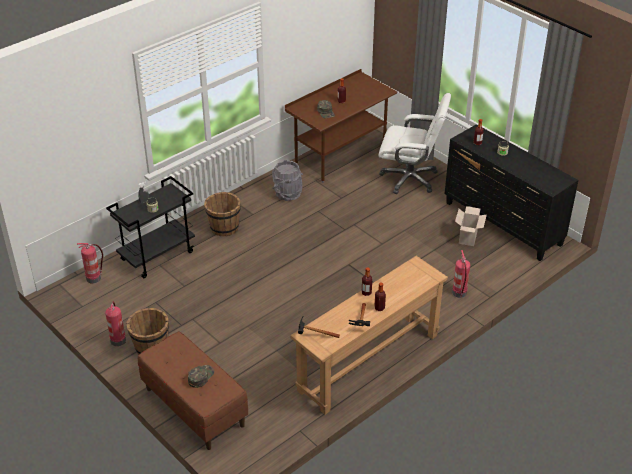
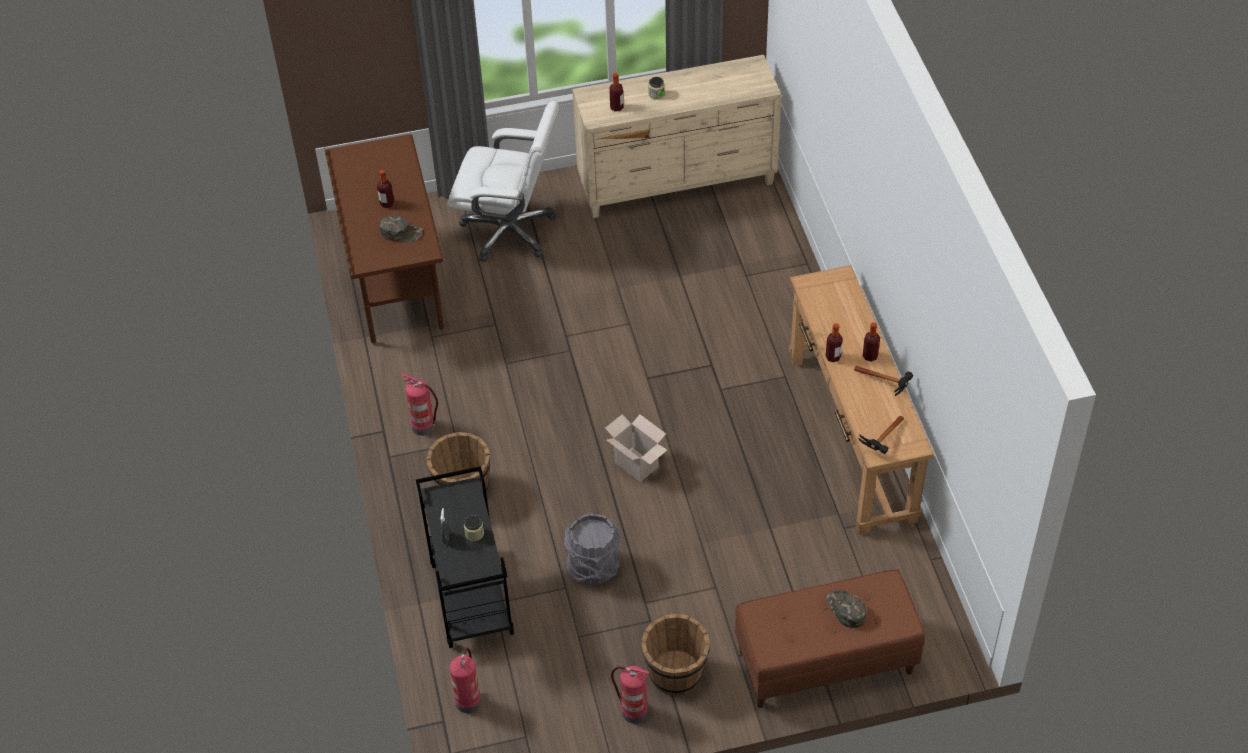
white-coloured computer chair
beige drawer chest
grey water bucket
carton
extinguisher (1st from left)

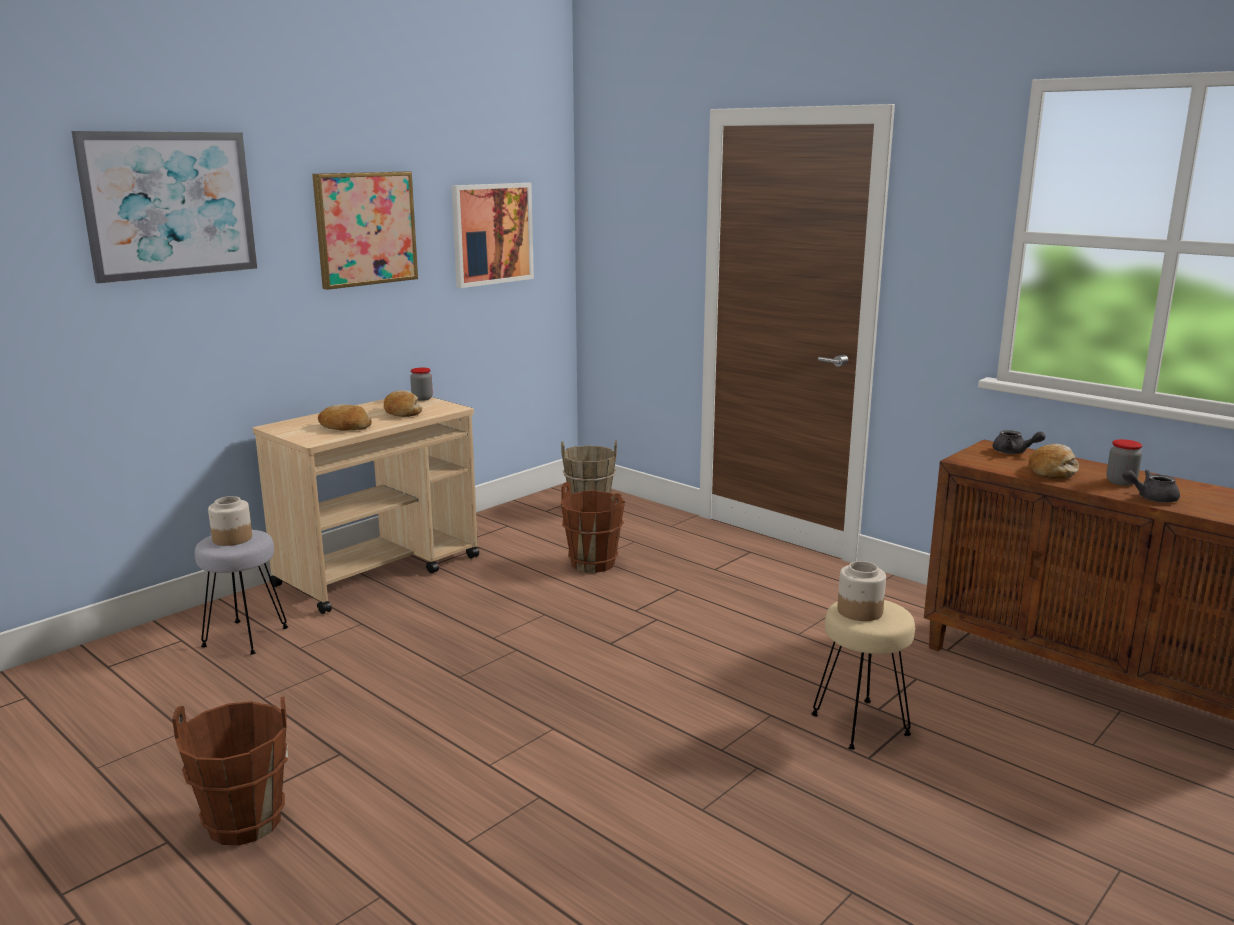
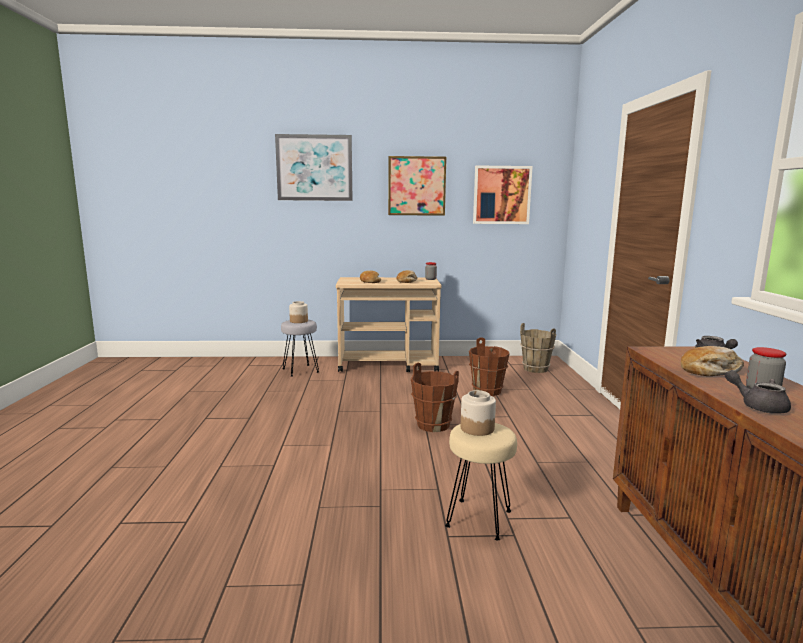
brownish water bucket (1st from left)

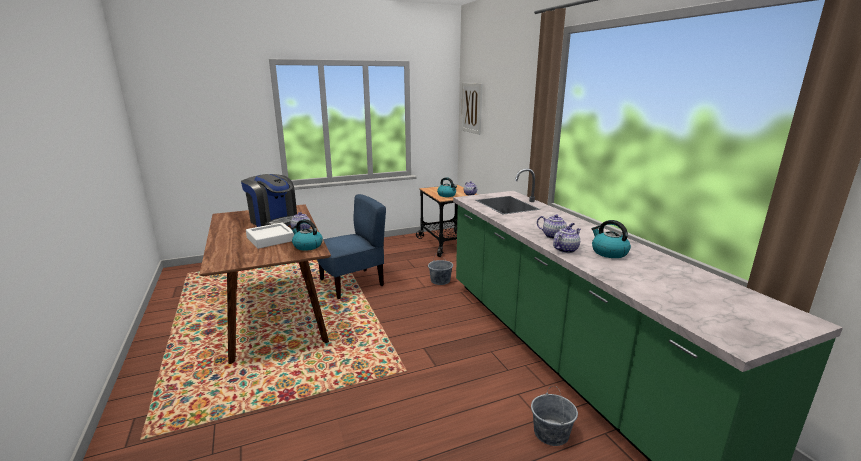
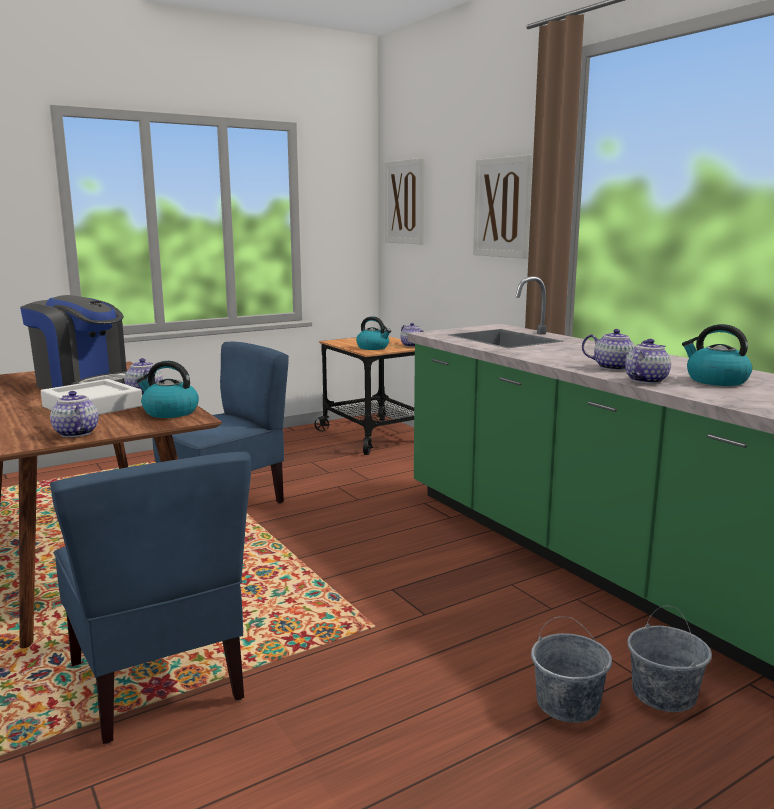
grey water bucket (1st from left)
wall art (2nd from left)
tea pot (1st from left)
blue-coloured chair (1st from left)

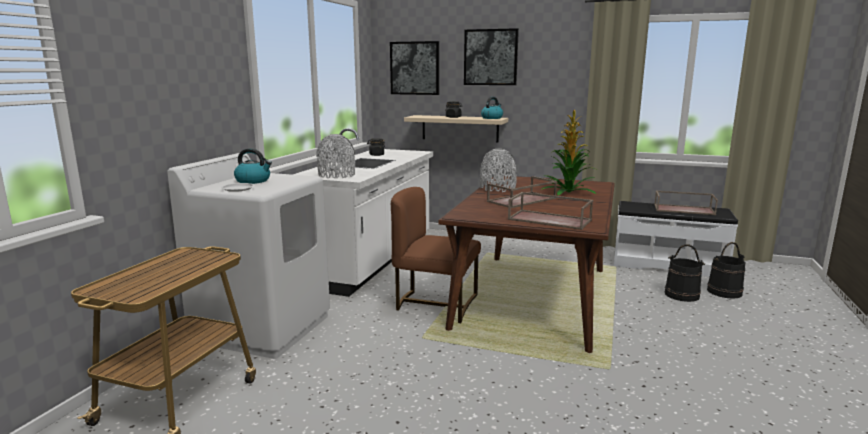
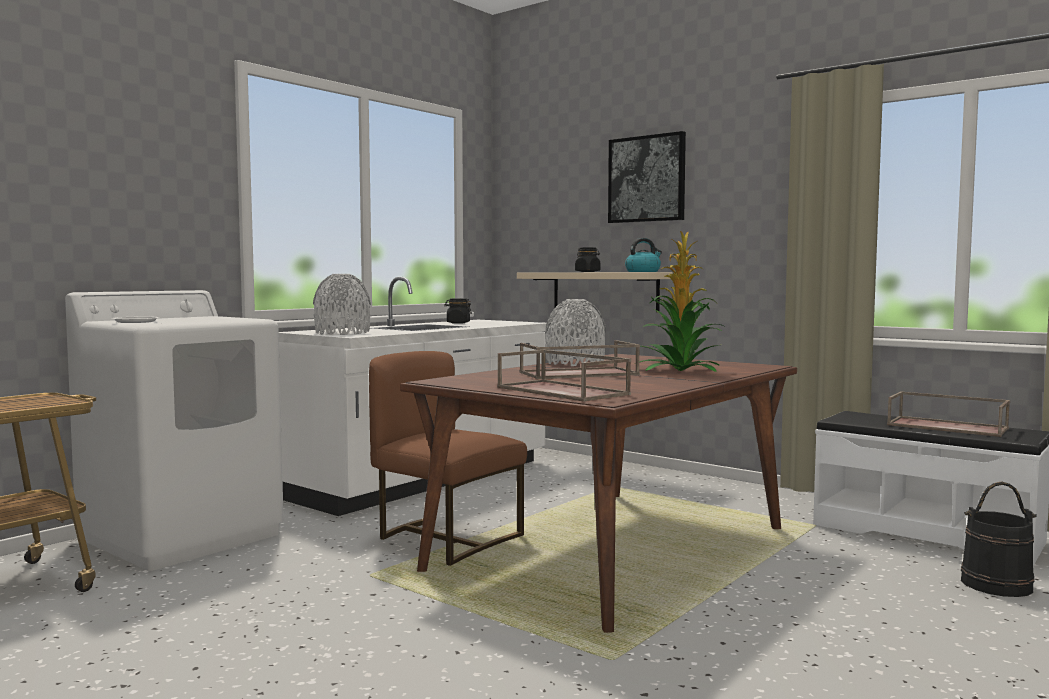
wall art (1st from left in the first image)
kettle (1st from left in the first image)
black-coloured water bucket (1st from left in the first image)

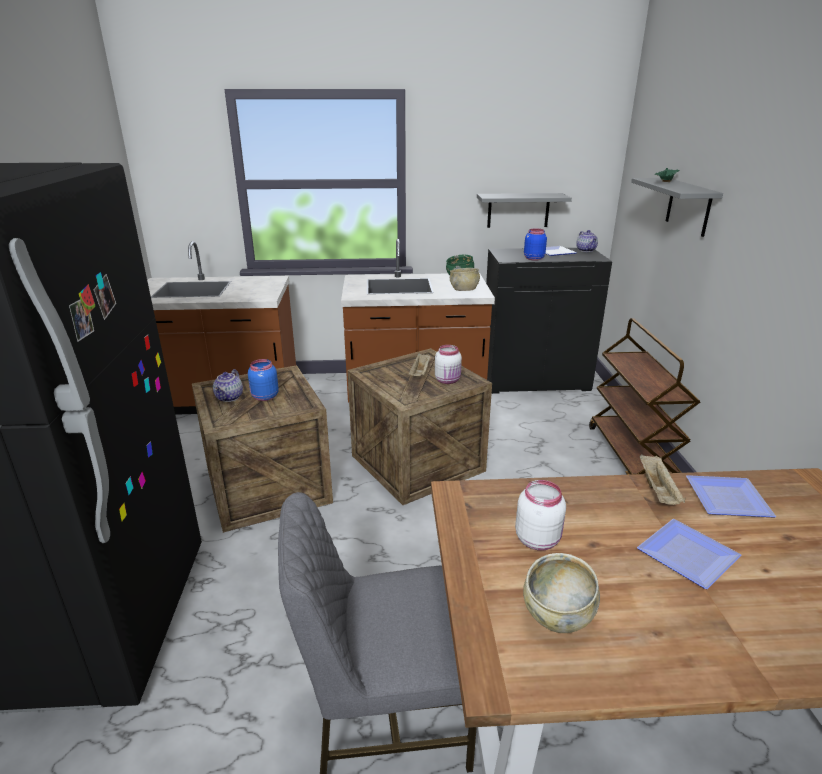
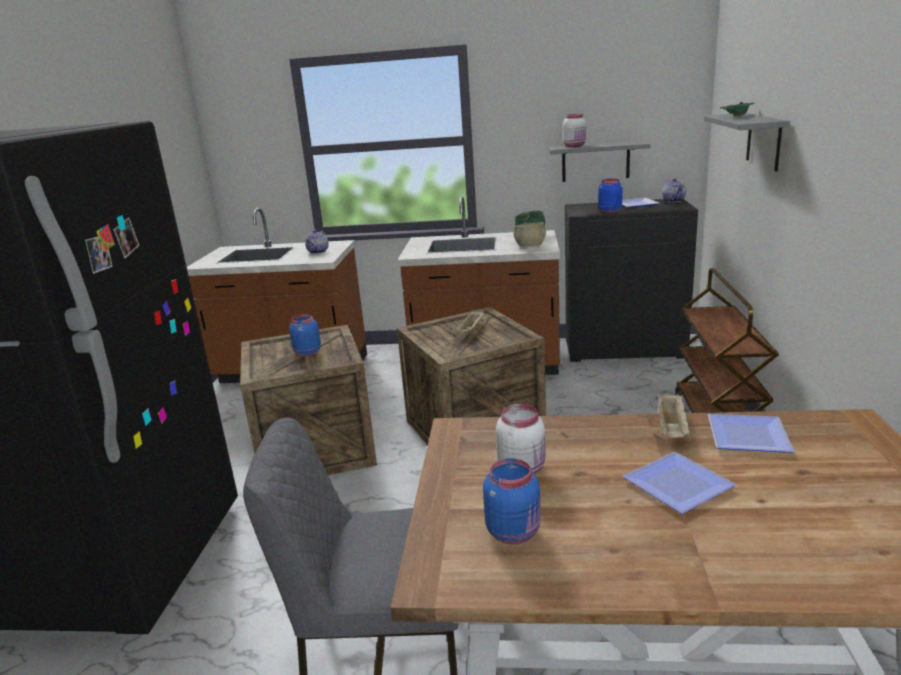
white-coloured jar (2nd from left)
tea pot (1st from left)
blue-coloured jar (2nd from left)

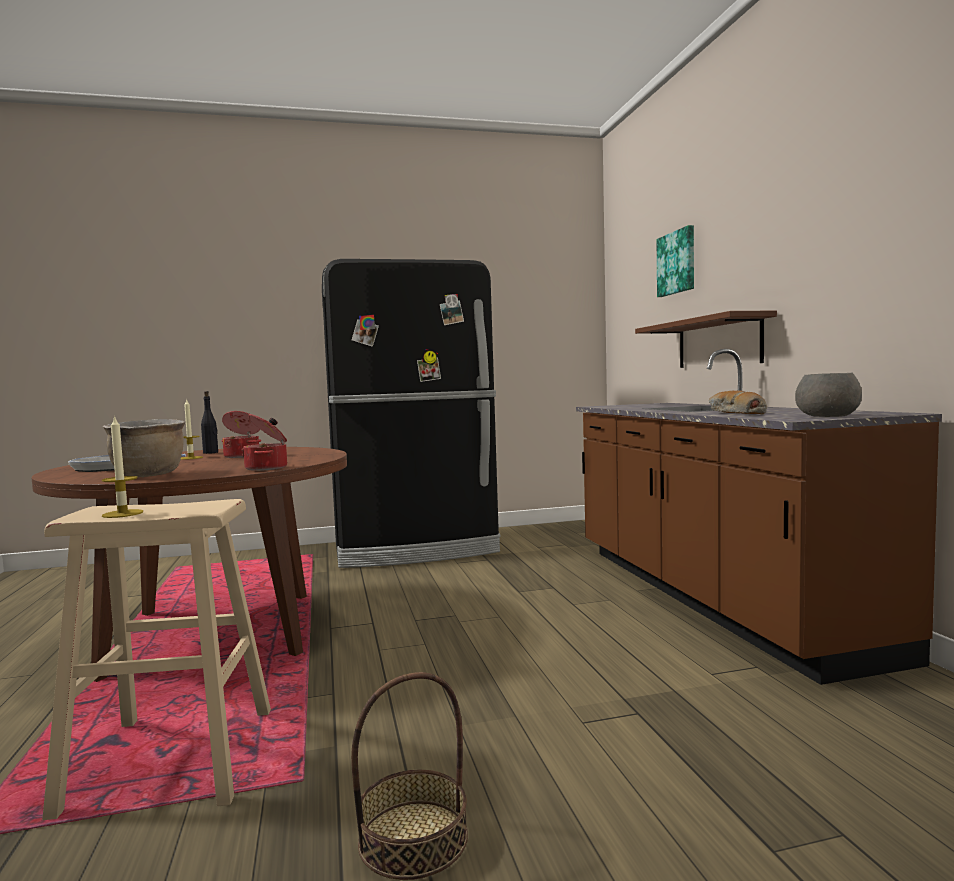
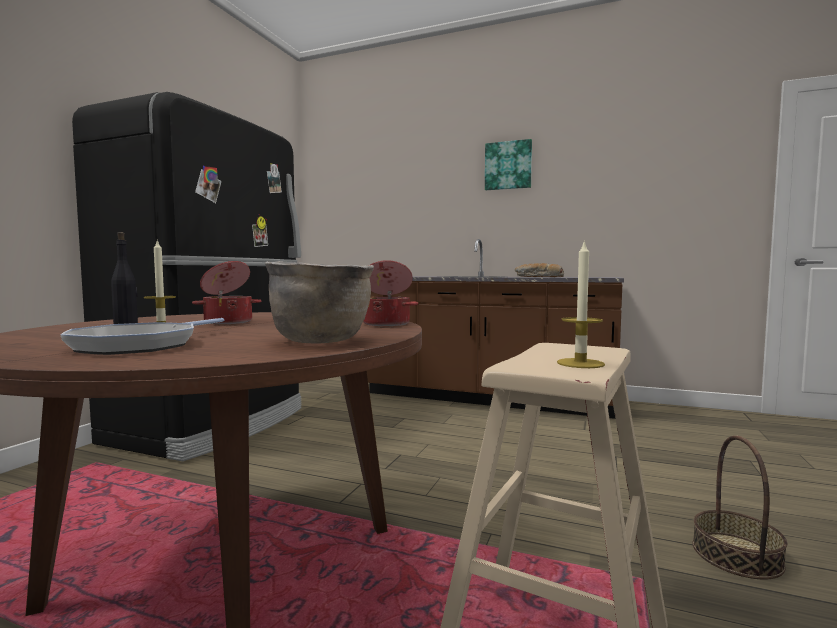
wall art
brownish shelf
grey bowl

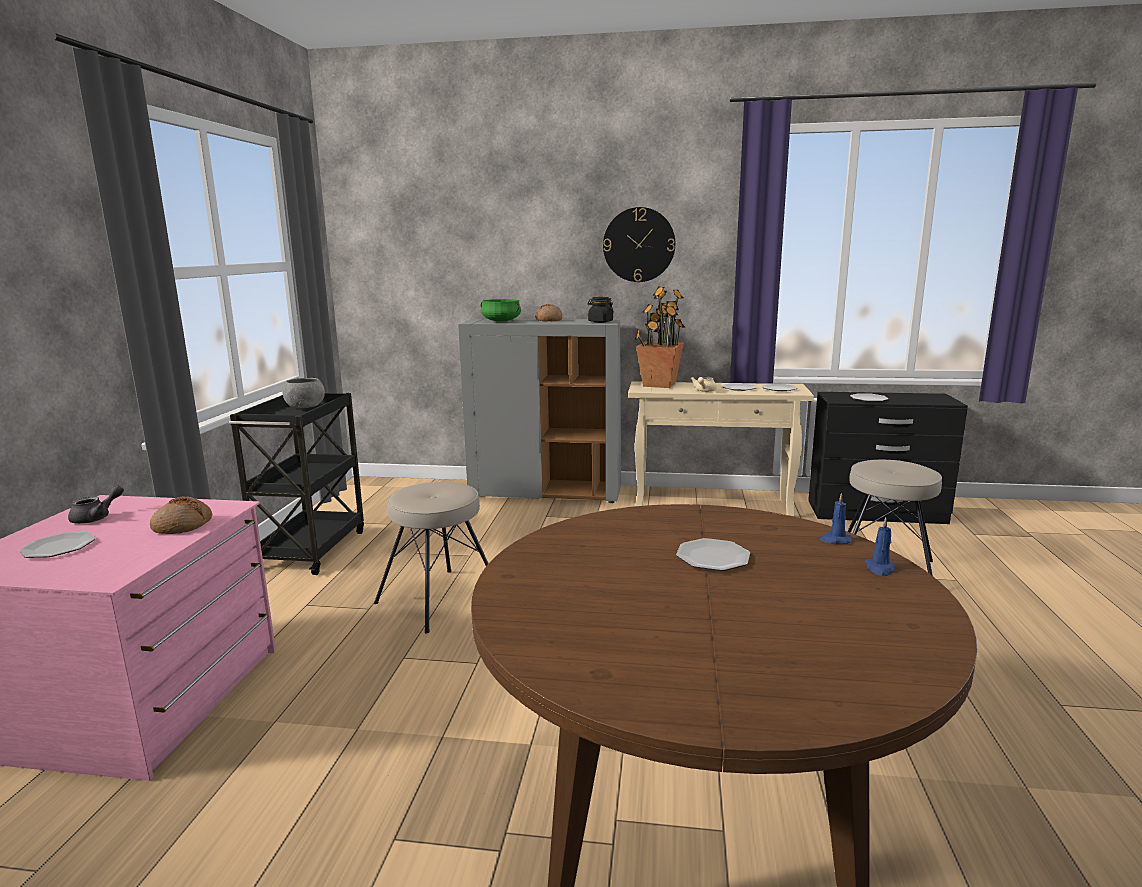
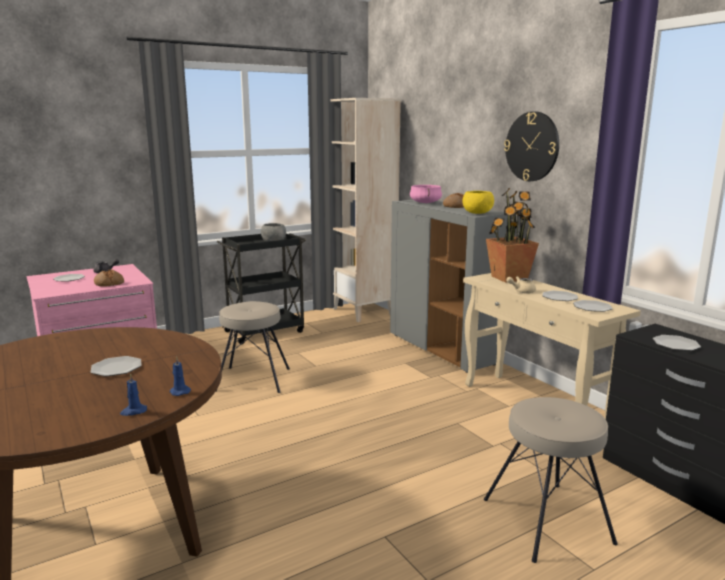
yellow-coloured bowl
pink-coloured stockpot
beige bookshelf

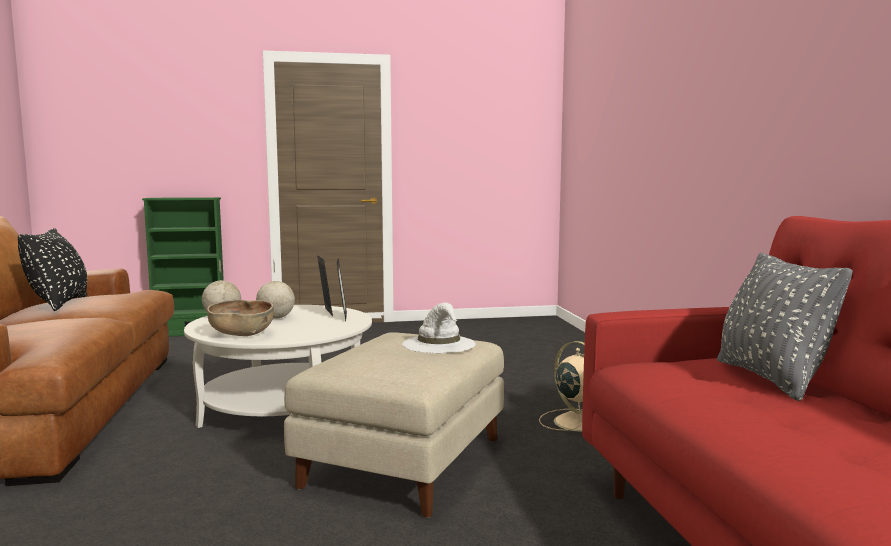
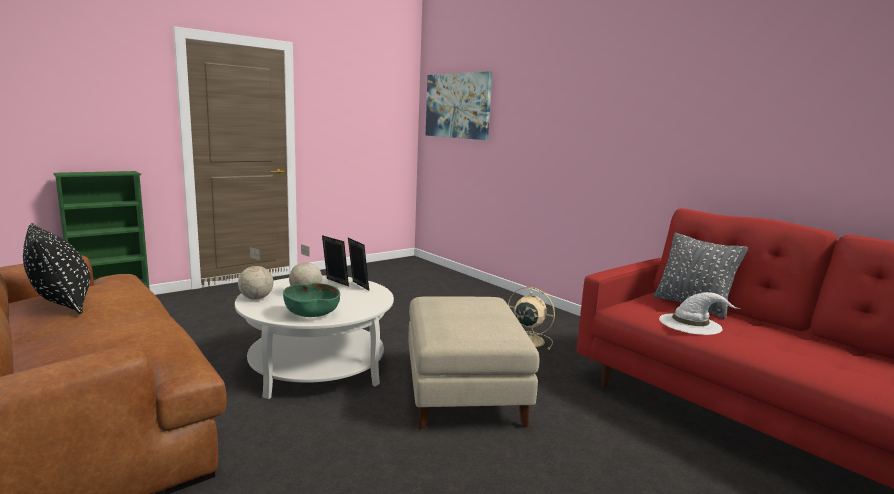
greenish bowl
white-coloured hat
wall art

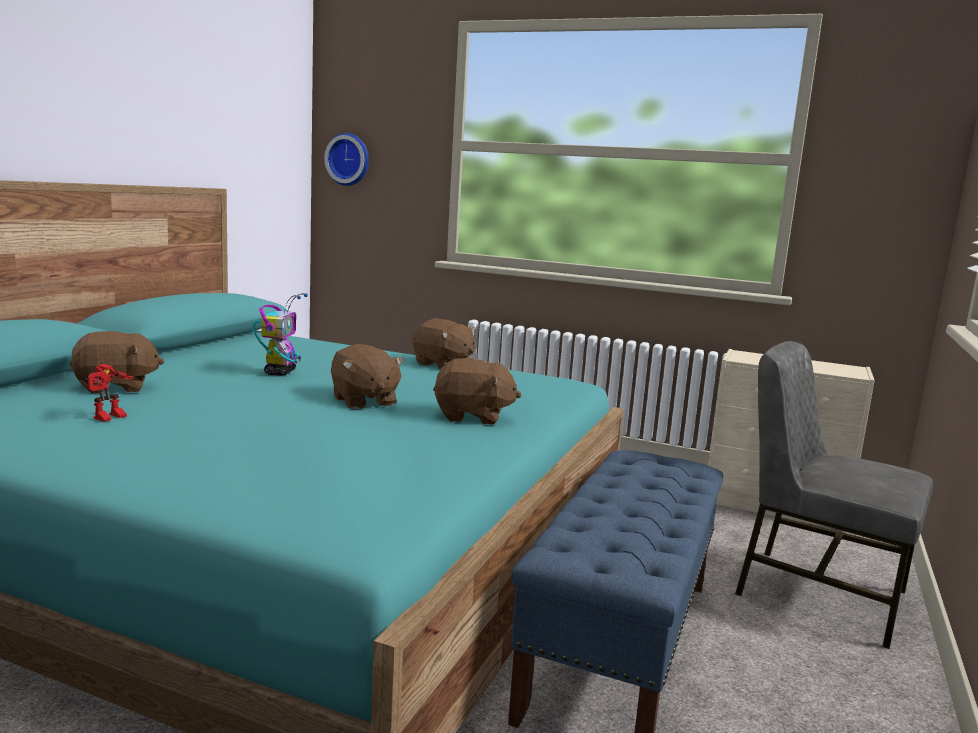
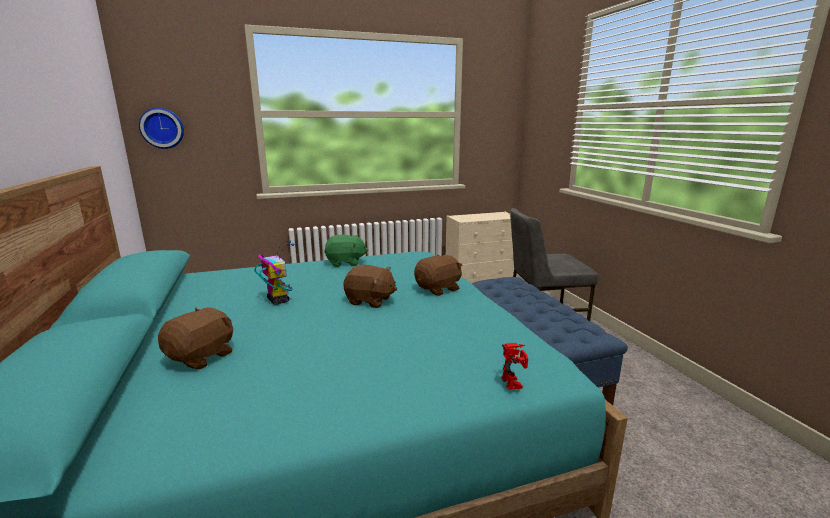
greenish soft toy
robot figure (2nd from left)

